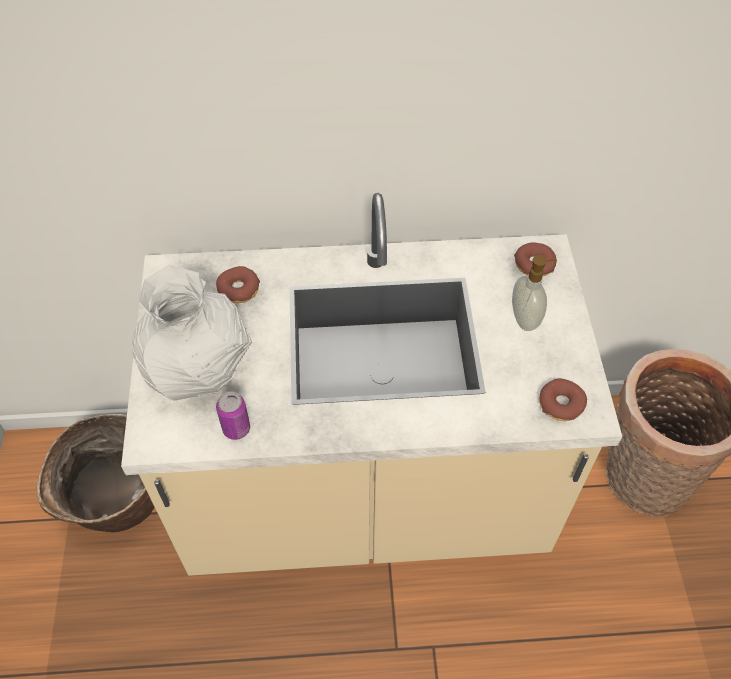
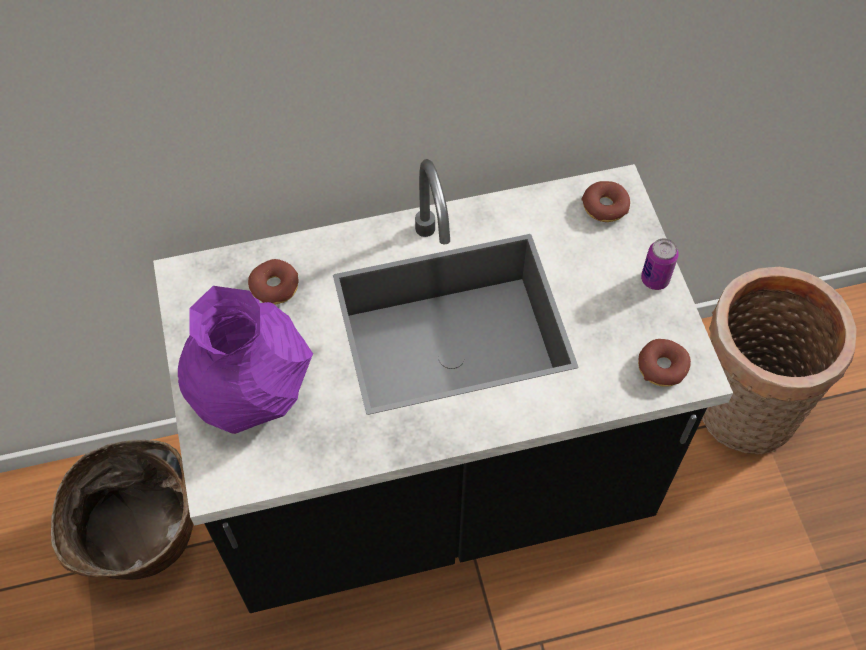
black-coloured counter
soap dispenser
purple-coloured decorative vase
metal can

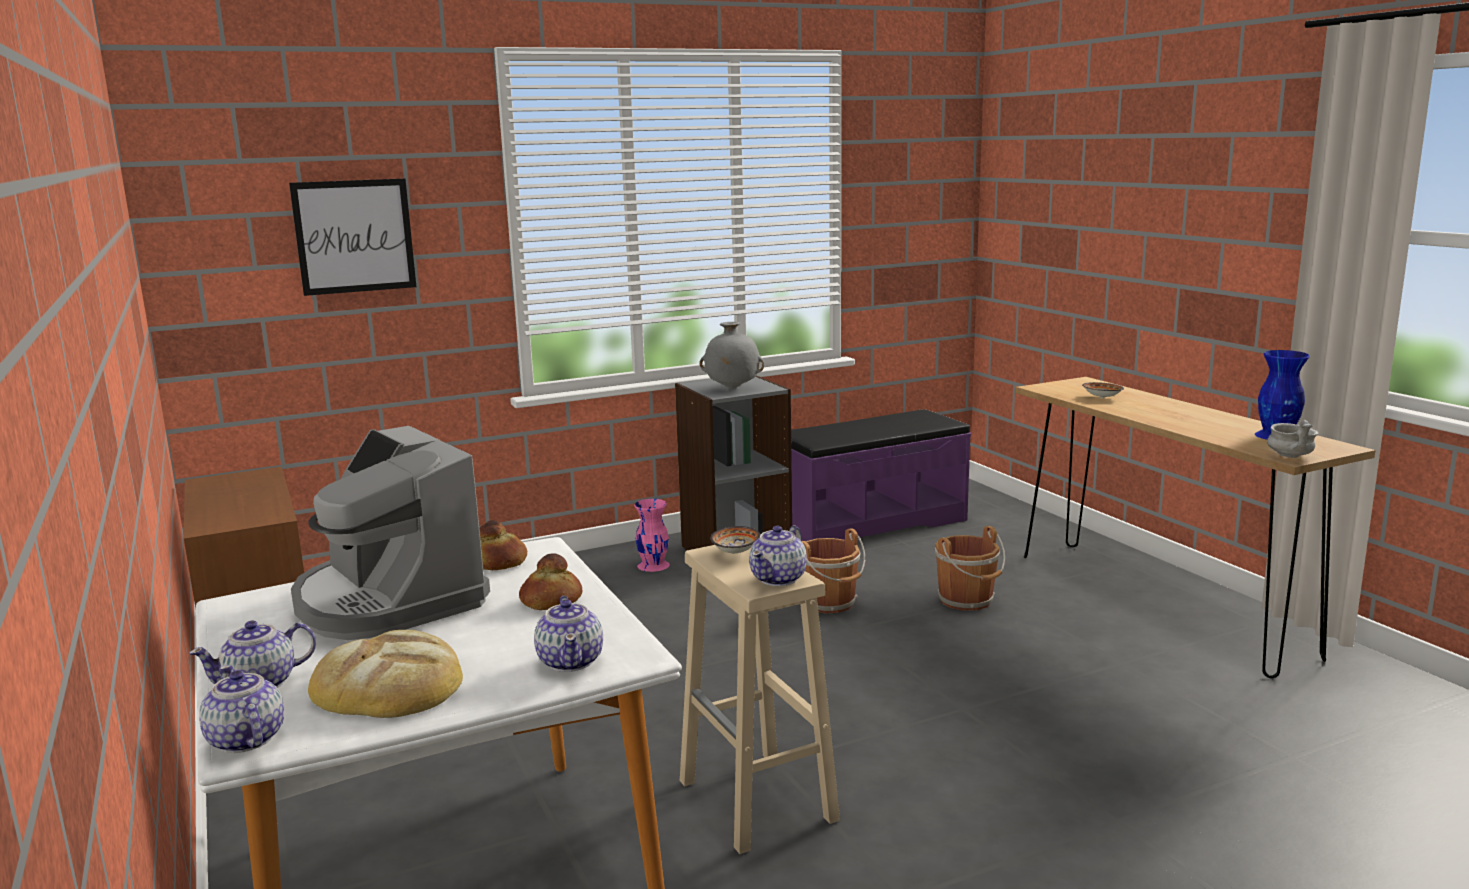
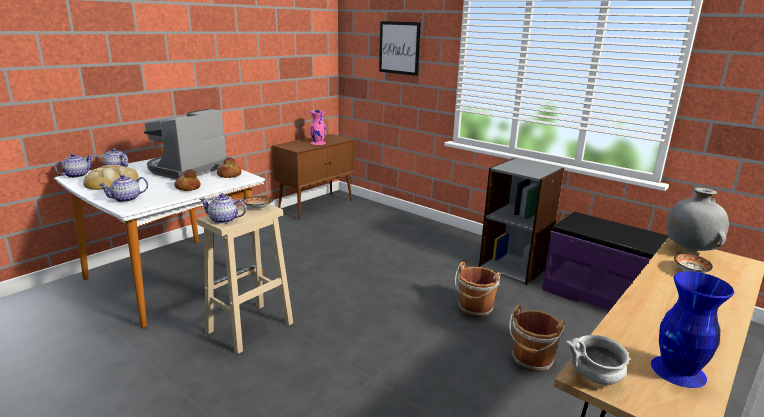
grey decorative vase
pink-coloured decorative vase

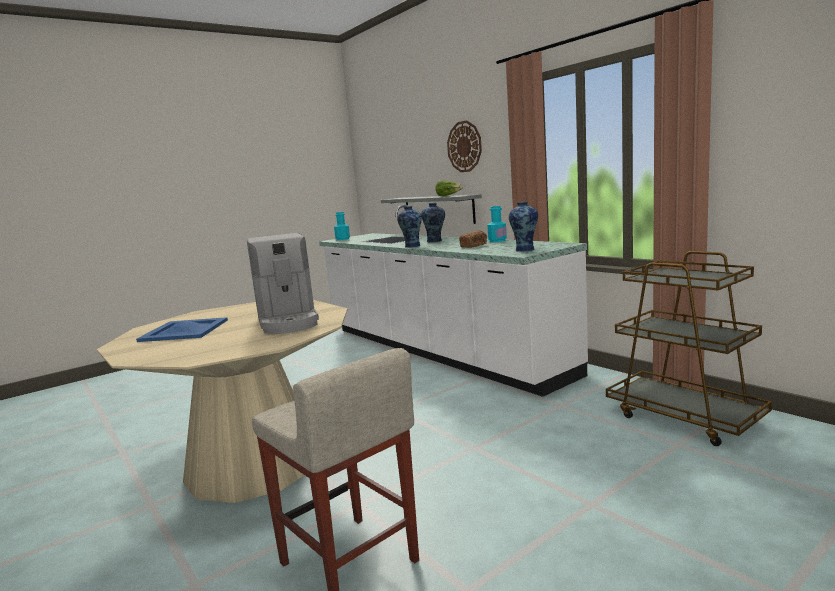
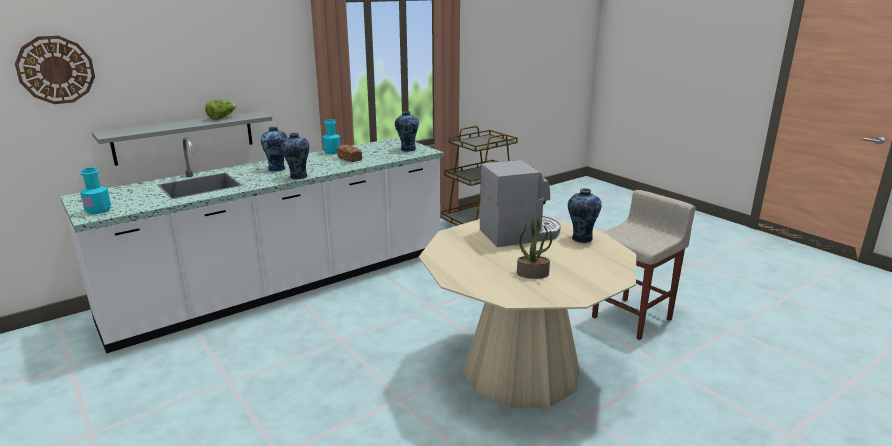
wall clock
plant in a pot
decorative vase (4th from left)

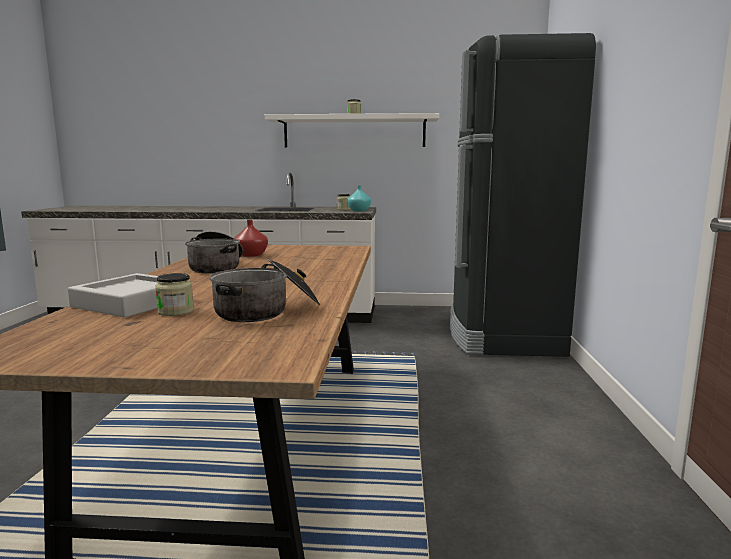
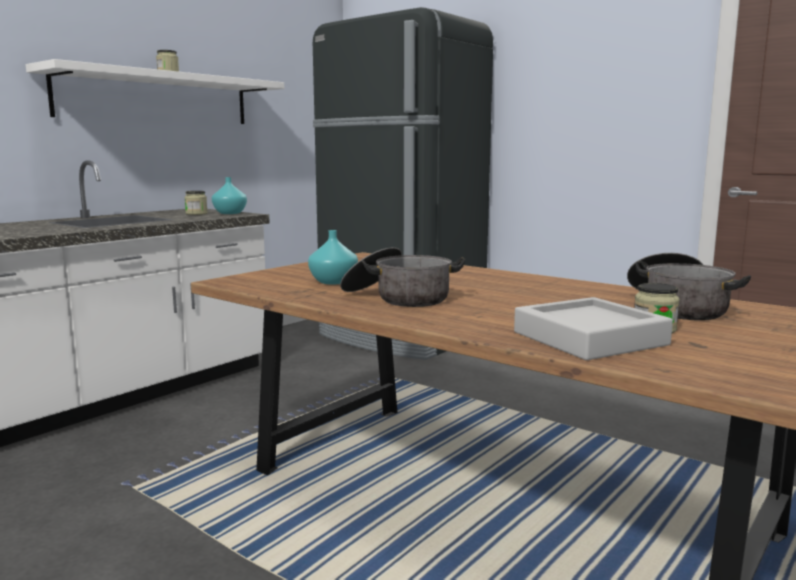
turquoise decorative vase (2nd from left)

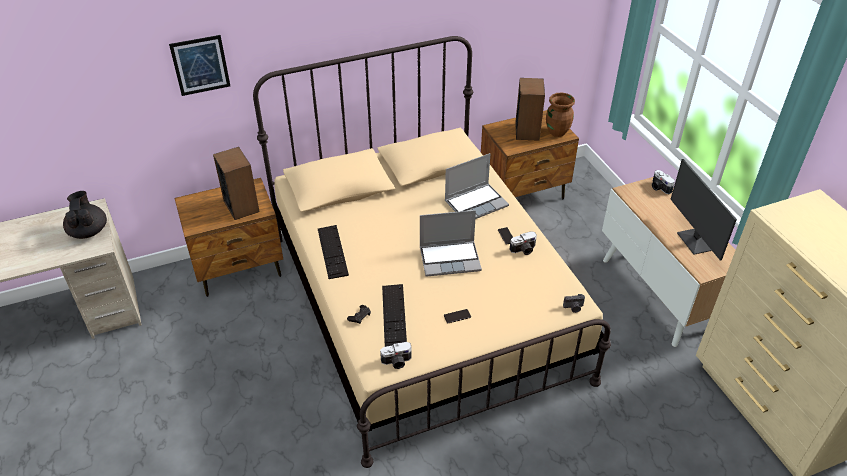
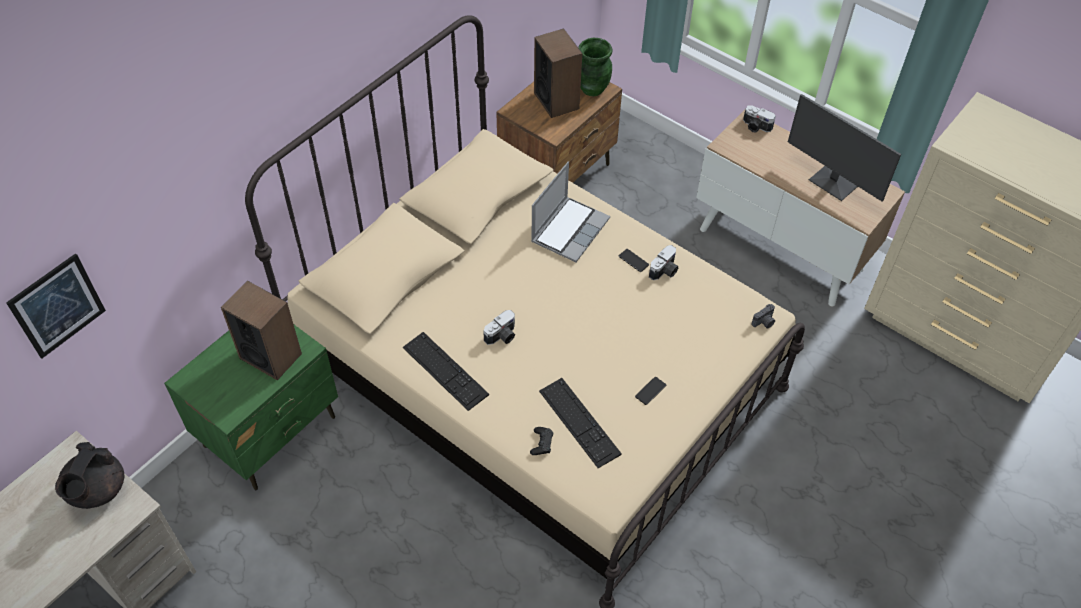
wall art
greenish decorative vase
greenish nightstand
black-coloured tea pot
notebook computer (1st from left in the first image)
still camera (1st from left)

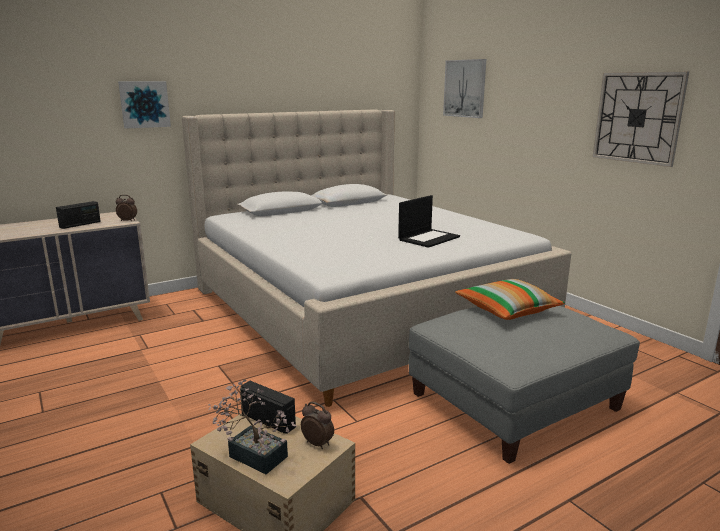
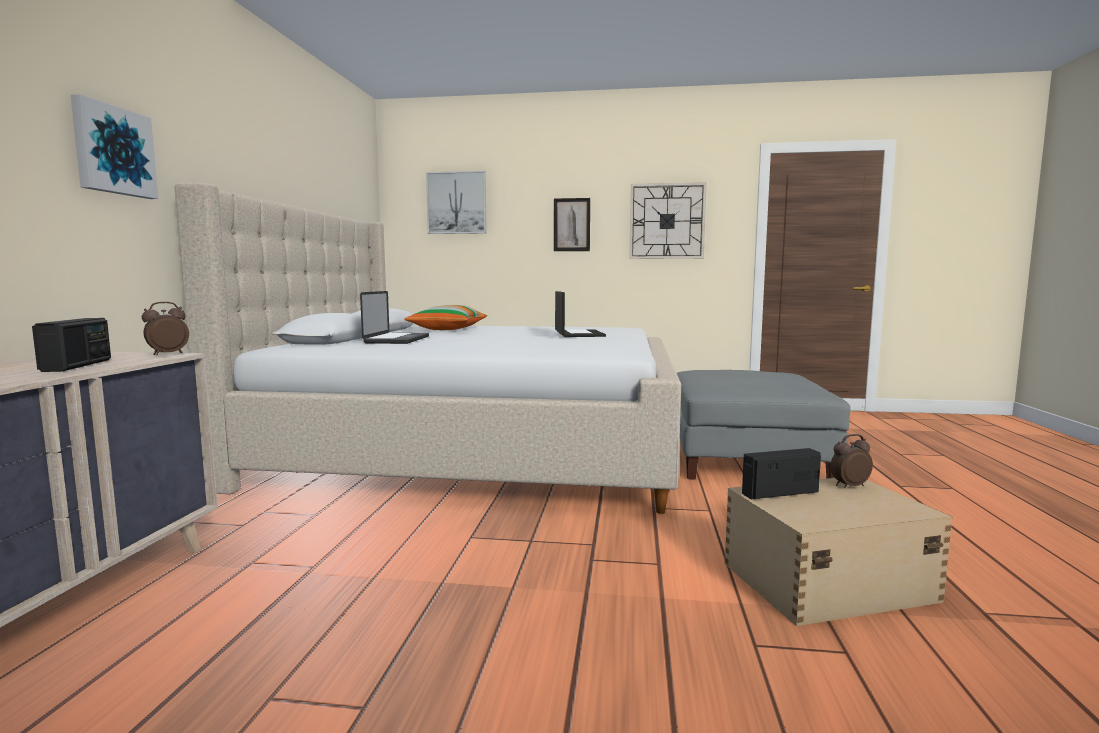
cushion
plant in a pot
wall art (3rd from left)
notebook computer (1st from left)

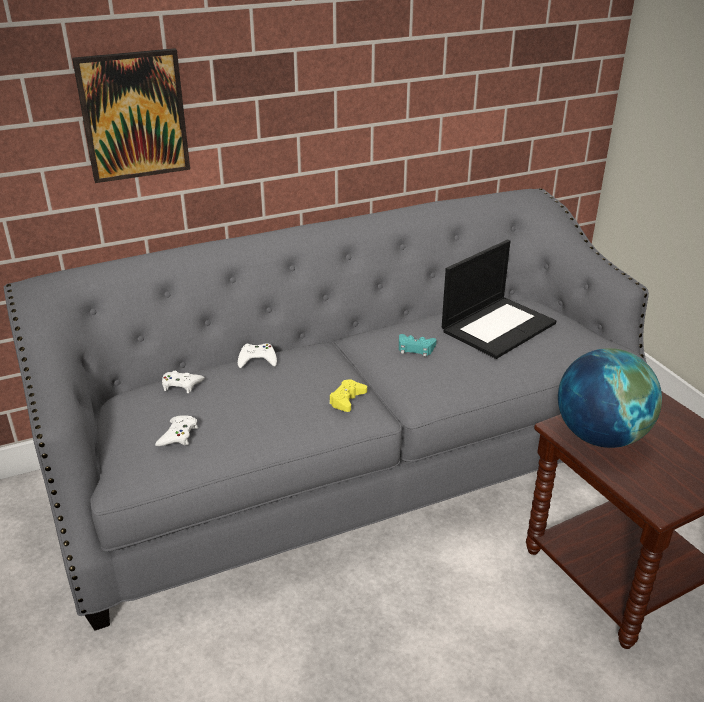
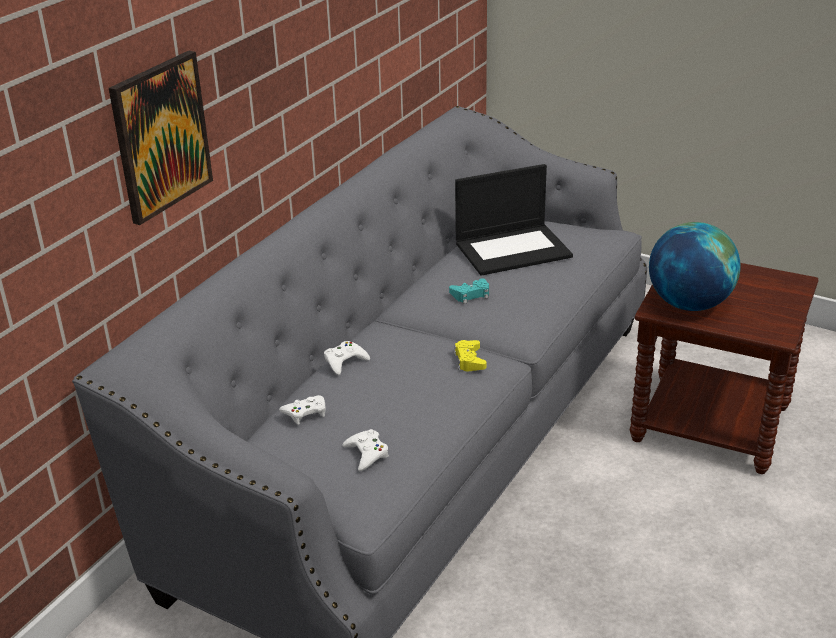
notebook computer

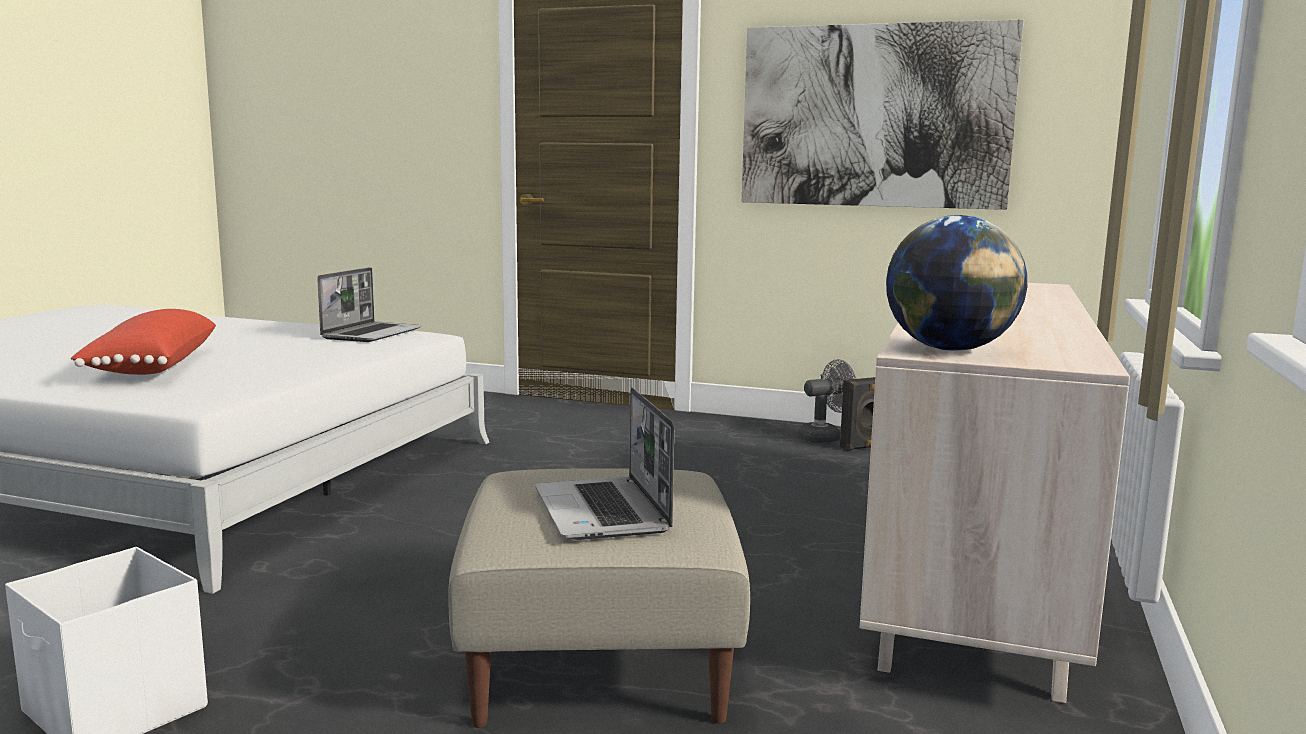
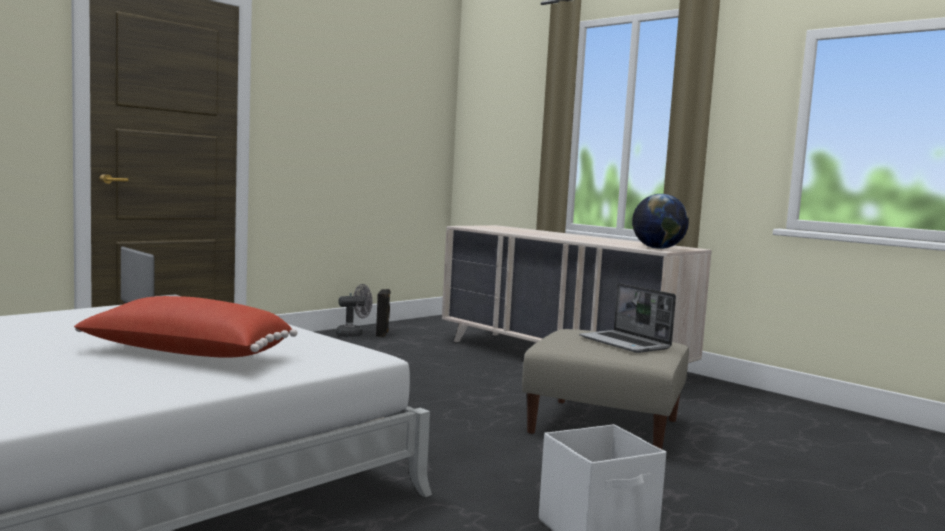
wall art
grey cooling fan
notebook computer (2nd from left)

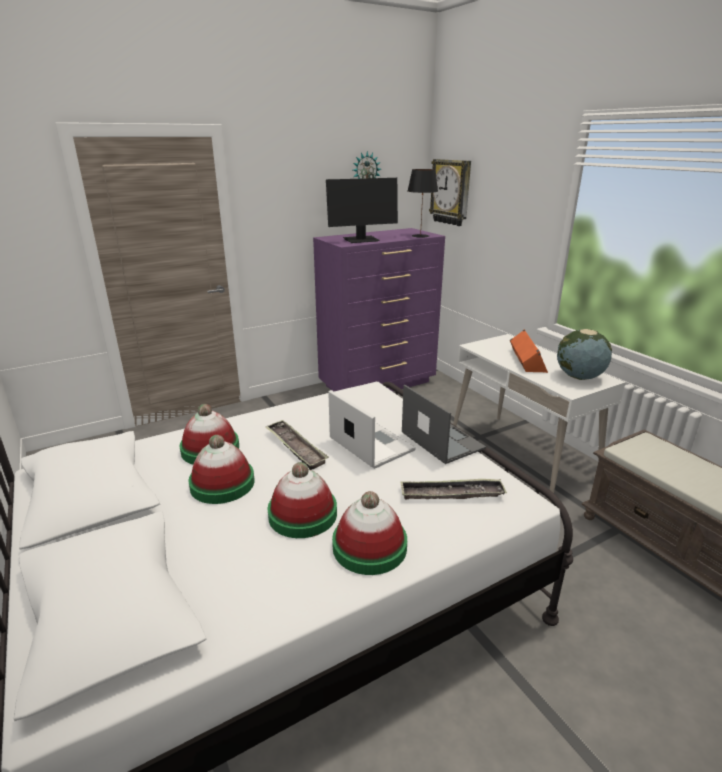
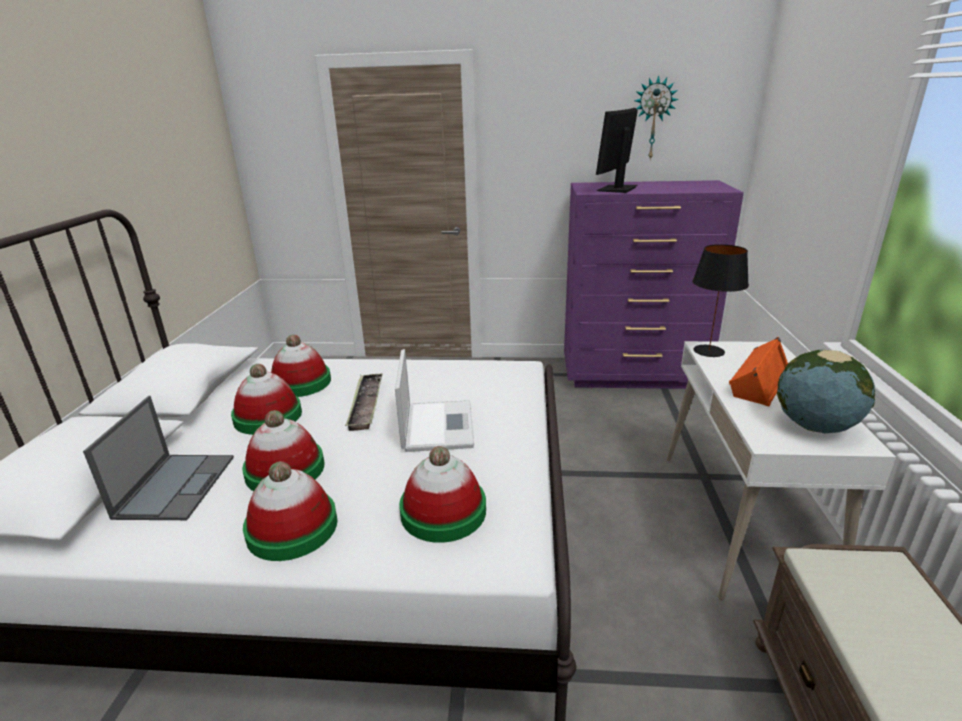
wall clock (2nd from left in the first image)
black-coloured lamp for a table
computer screen
notebook computer (1st from left)
hat (5th from left)

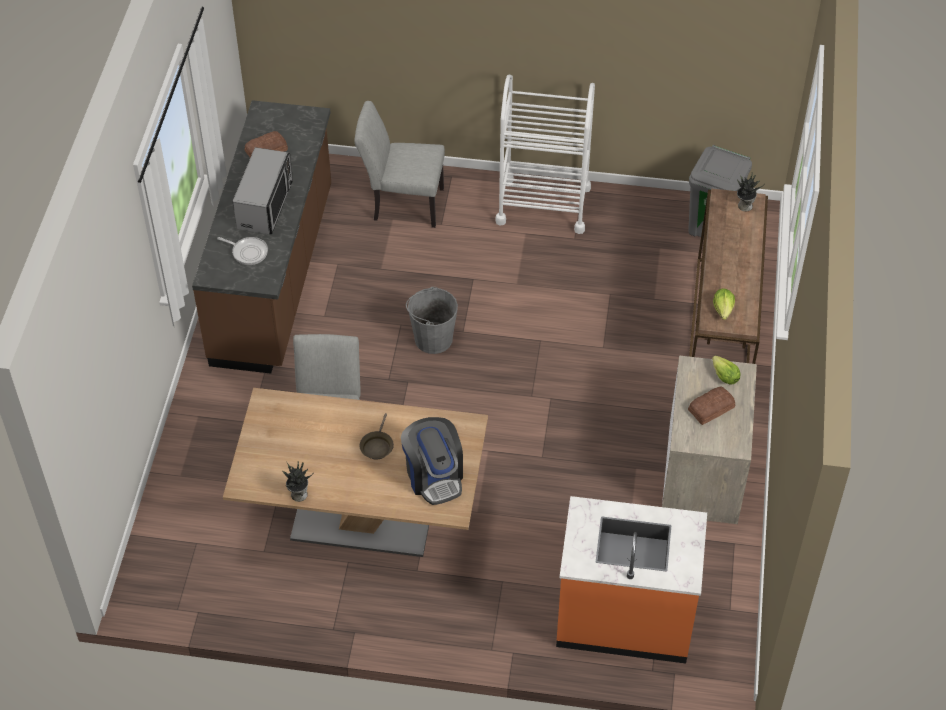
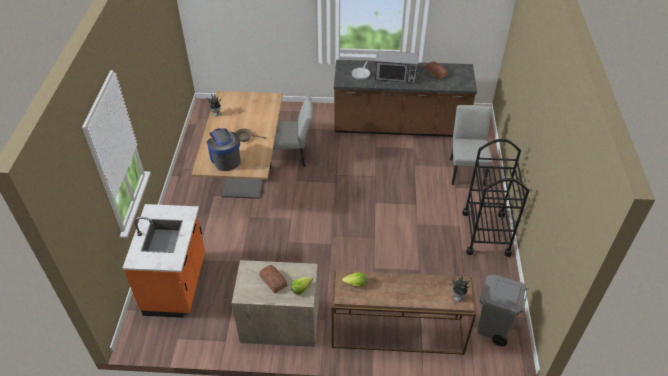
black-coloured cart
grey water bucket
coffee brewer

